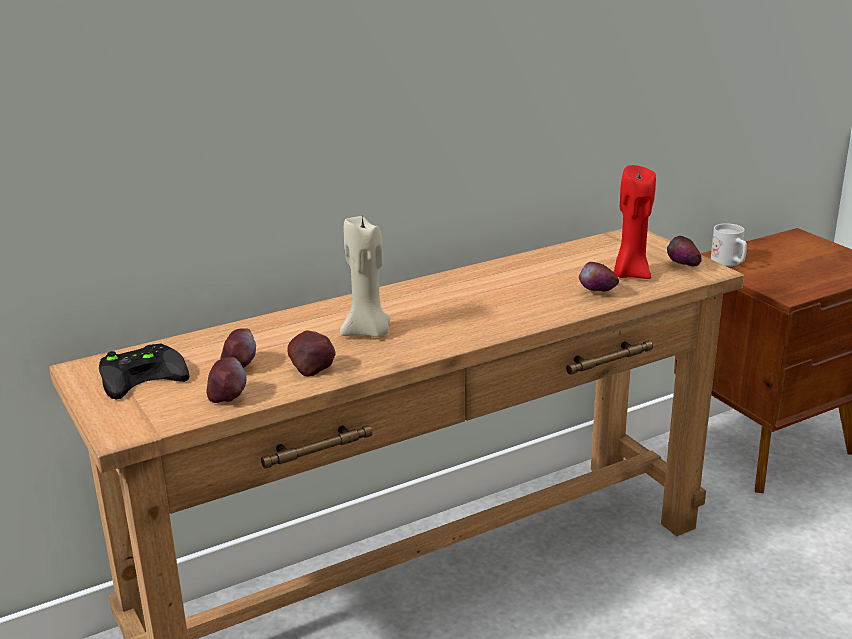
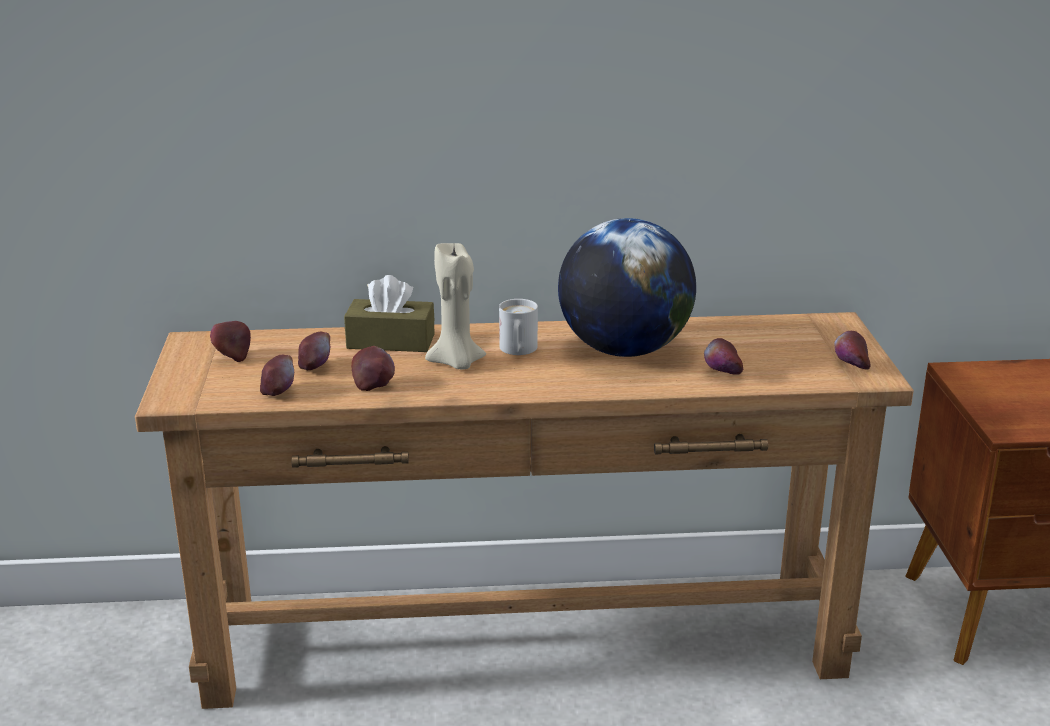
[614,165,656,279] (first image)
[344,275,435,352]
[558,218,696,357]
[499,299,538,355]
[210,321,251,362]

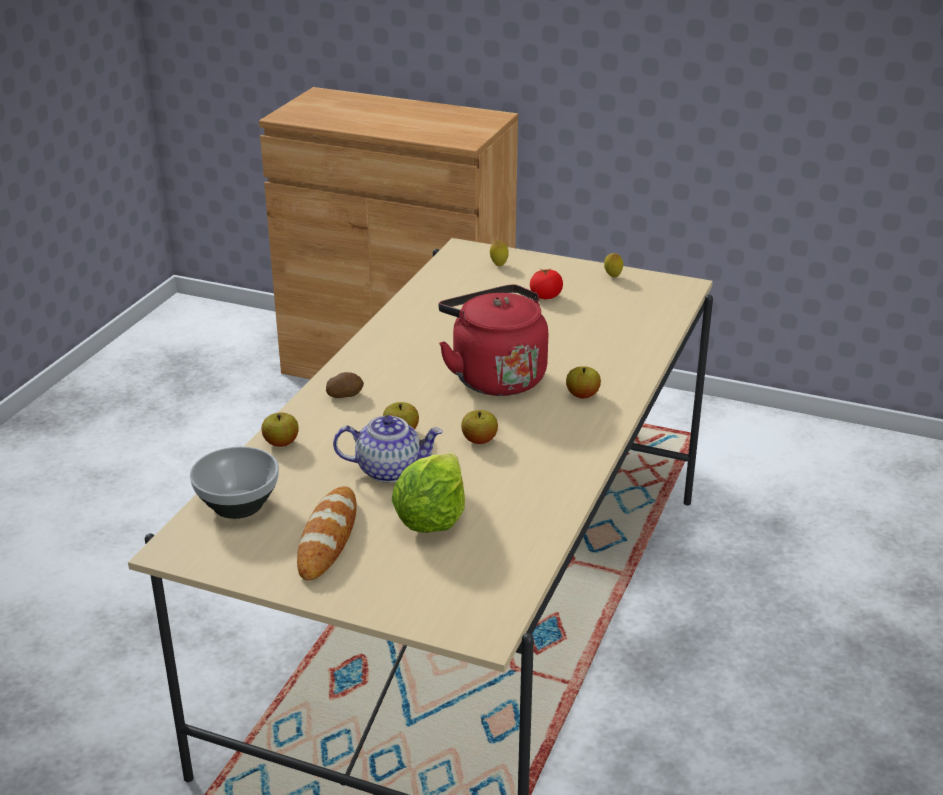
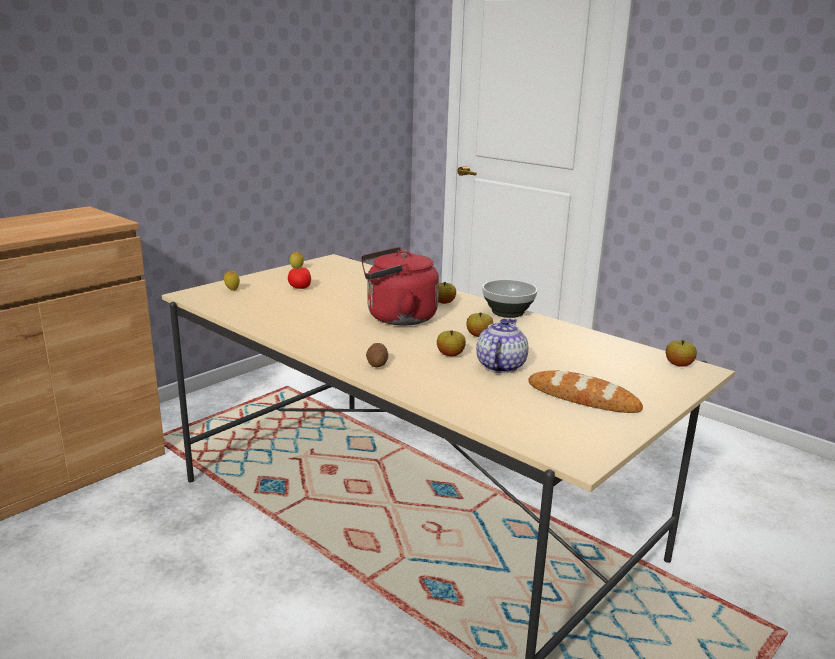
[391,453,465,533] (first image)
[482,280,538,318]
[666,340,697,367]

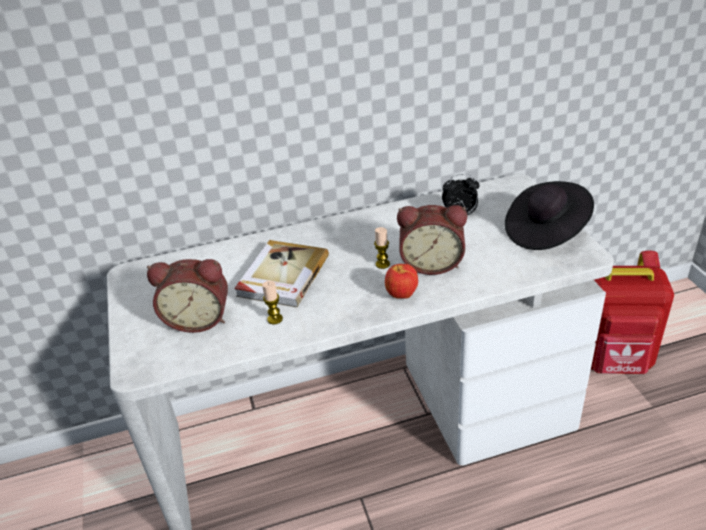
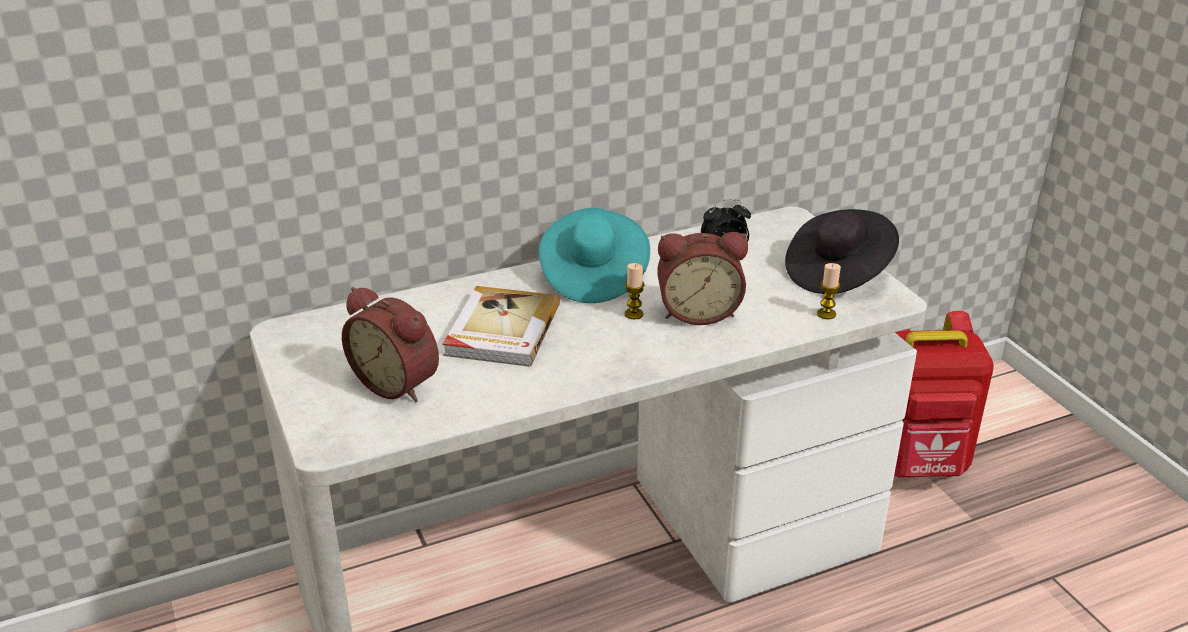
[385,264,418,298] (first image)
[539,208,650,303]
[817,263,841,319]
[342,287,439,402]

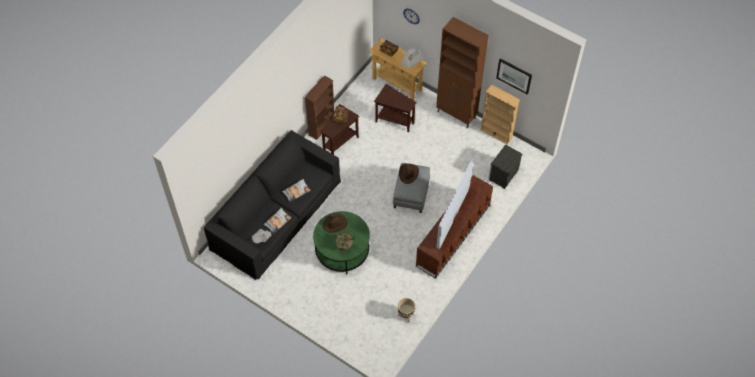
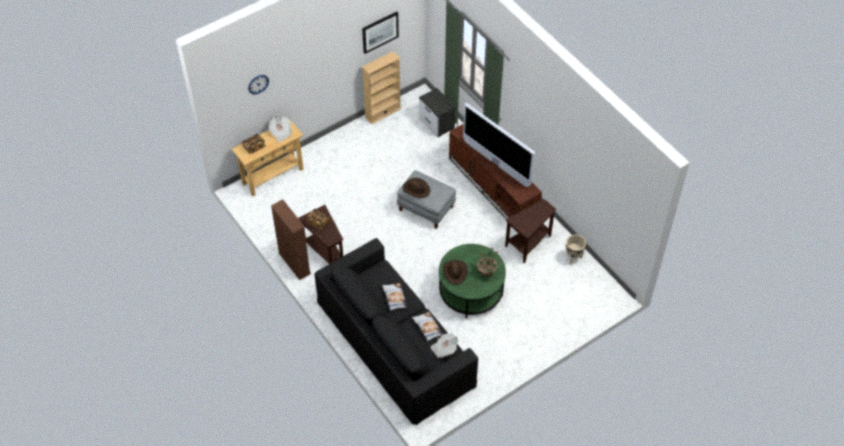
[436,17,489,129] (first image)
[505,199,556,263]

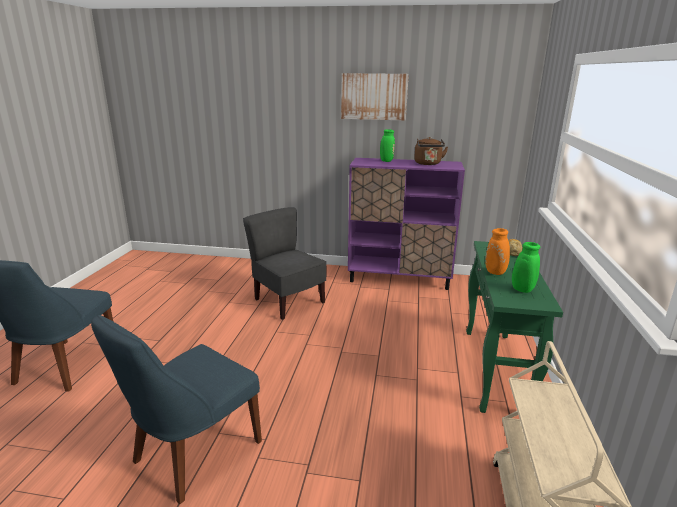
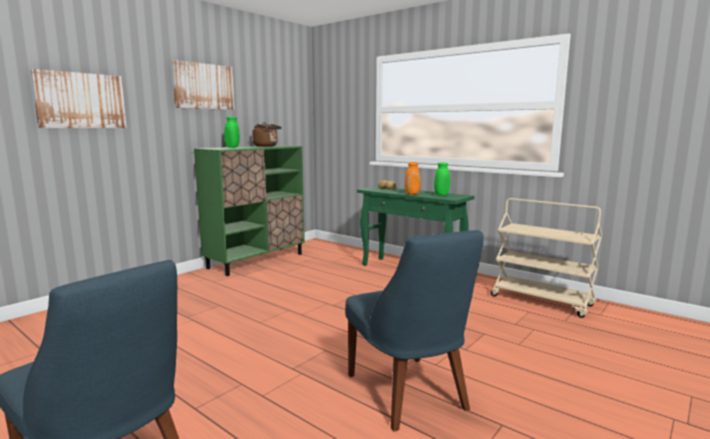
[243,207,327,320] (first image)
[30,69,127,128]
[194,145,305,276]

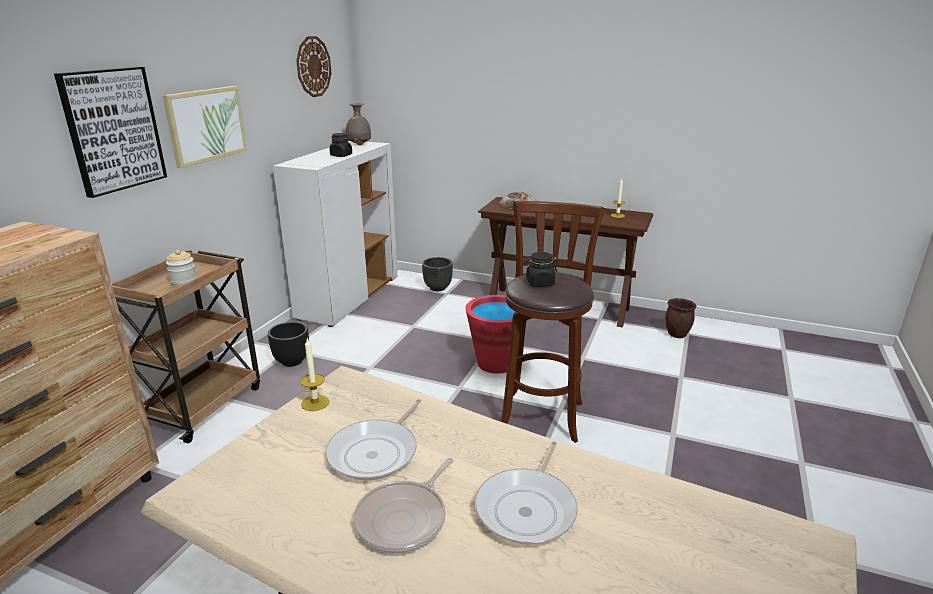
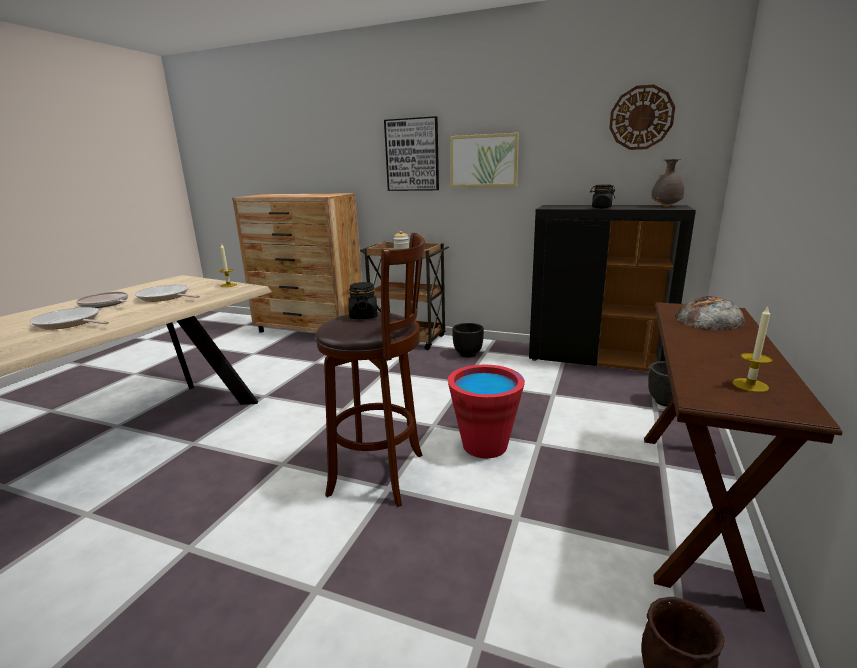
[529,205,696,371]

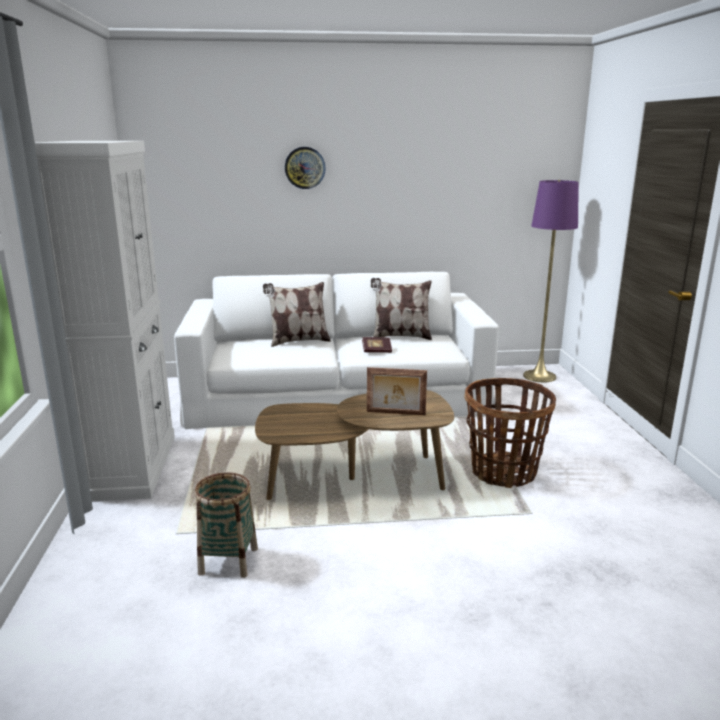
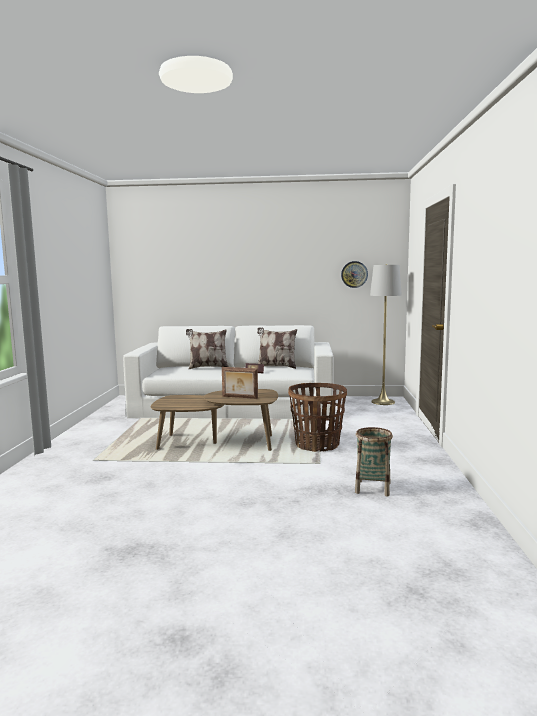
[35,141,175,501] (first image)
[355,427,393,496]
[341,261,368,288]
[370,264,402,405]

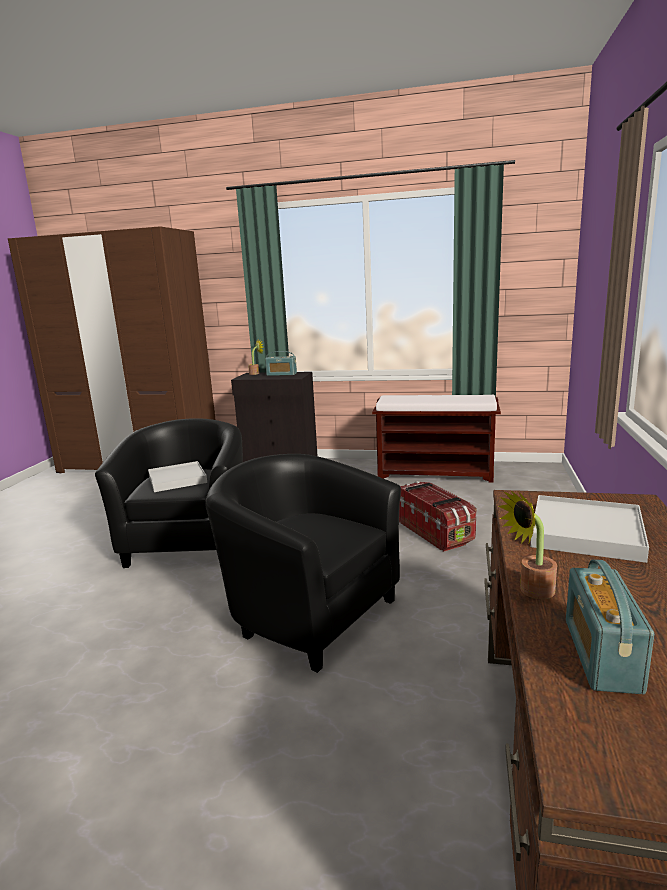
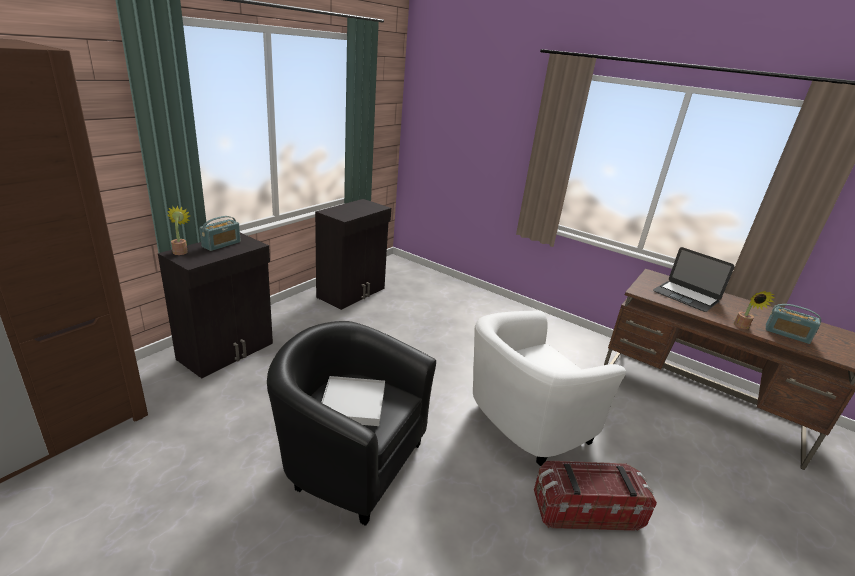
[534,461,657,531]
[315,199,391,310]
[653,247,735,312]
[473,310,626,466]

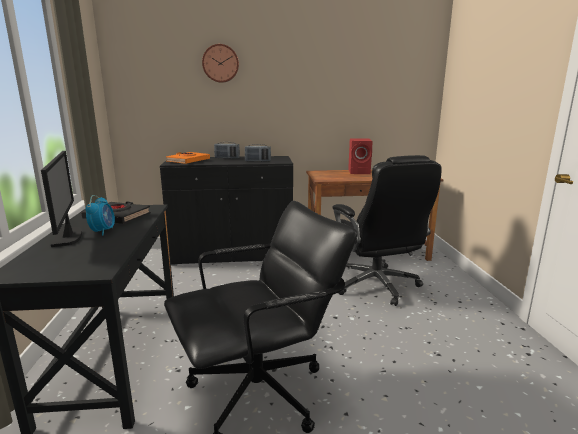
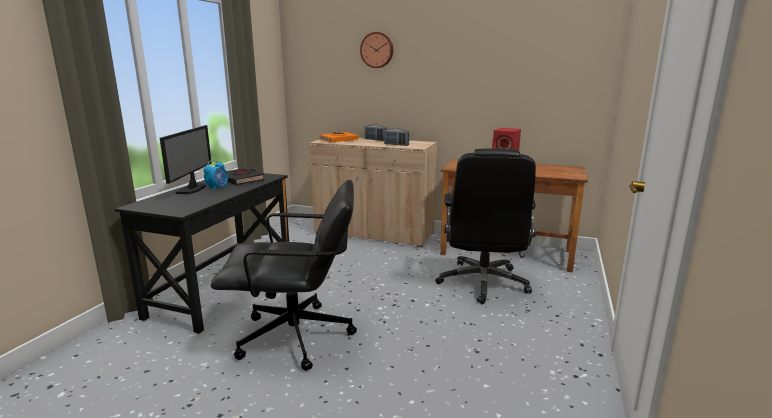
[310,138,437,247]

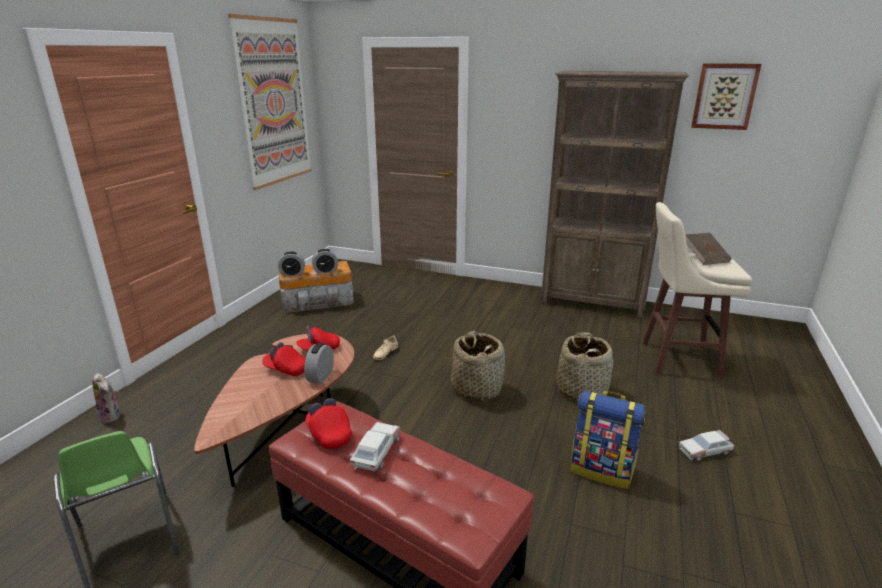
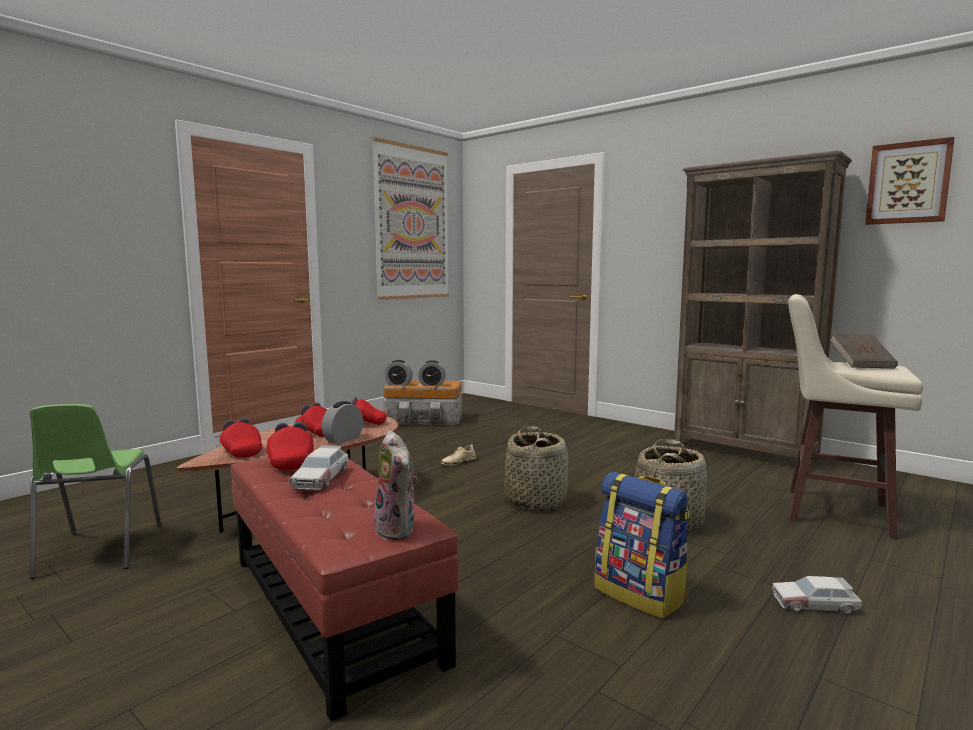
[219,418,262,458]
[374,430,419,540]
[289,445,348,490]

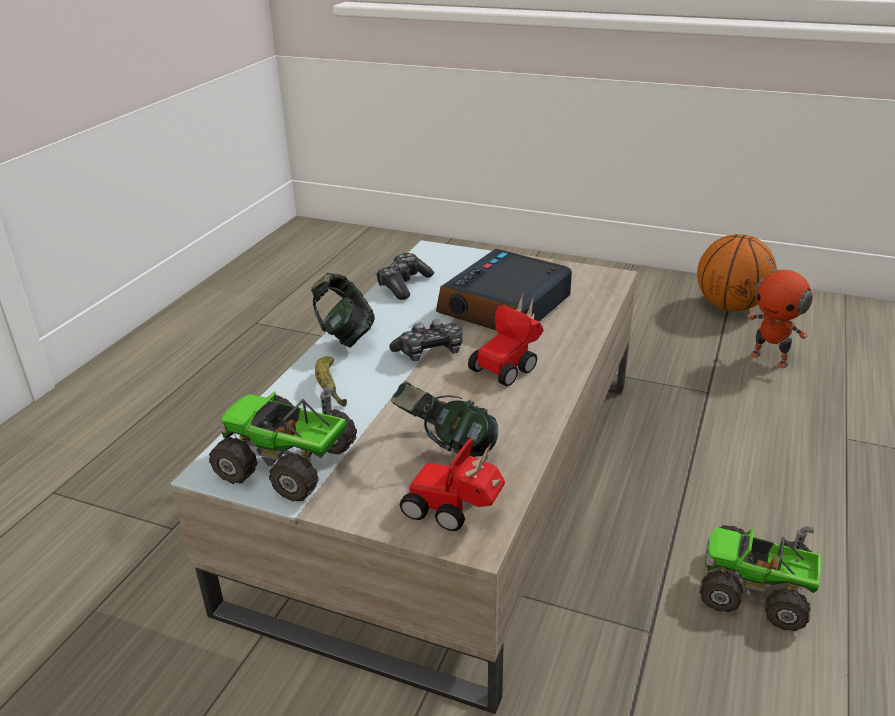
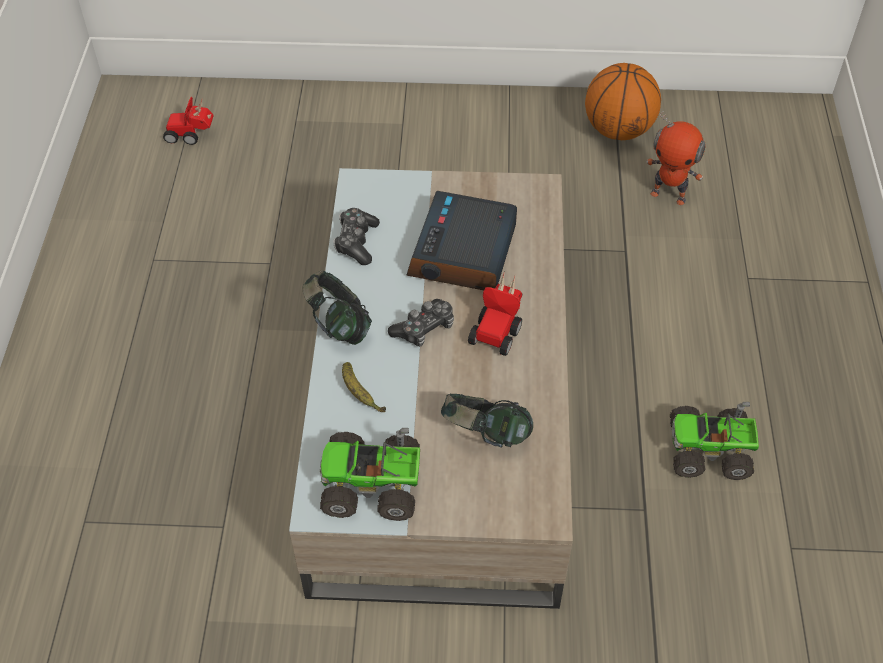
[163,96,214,145]

